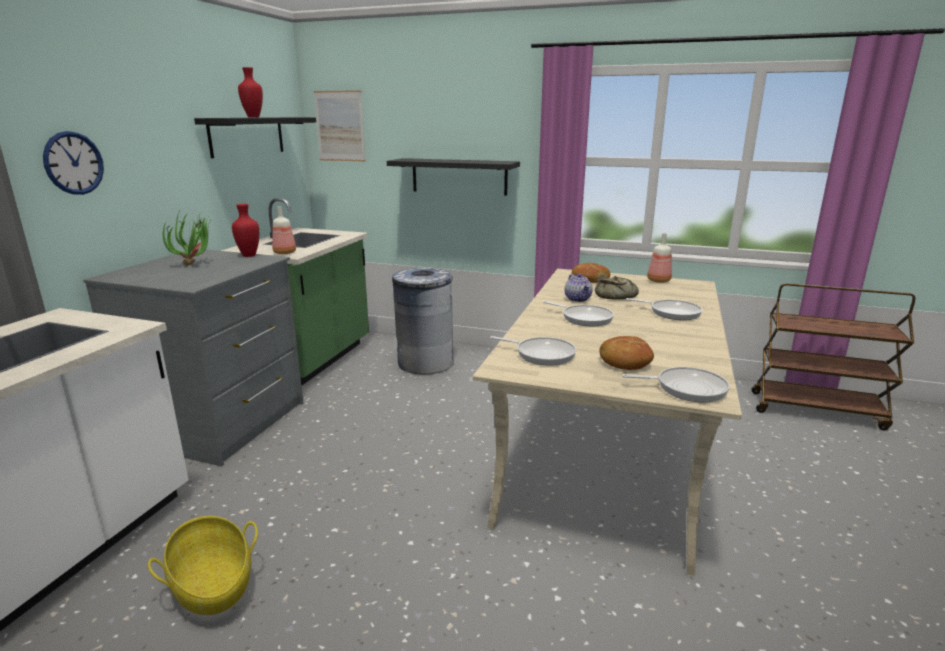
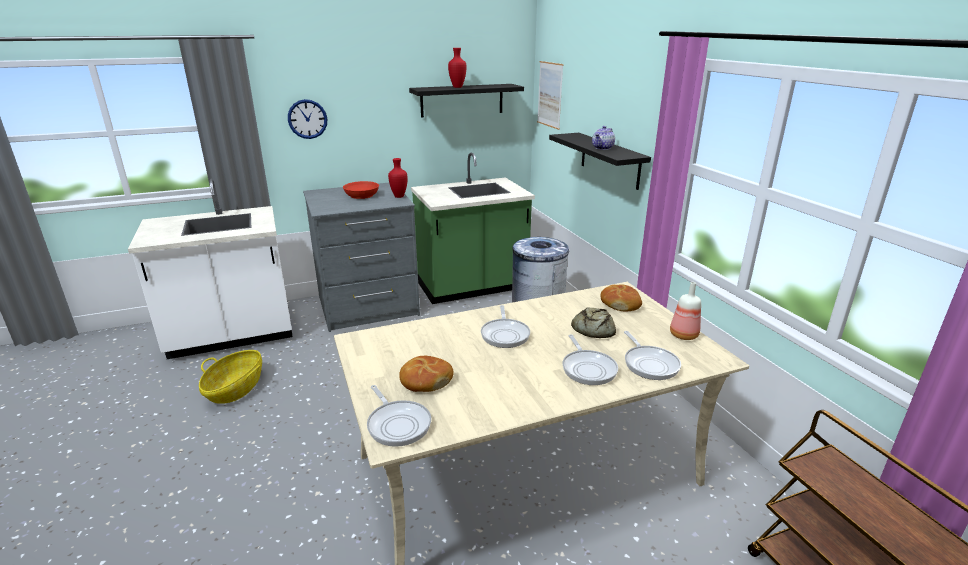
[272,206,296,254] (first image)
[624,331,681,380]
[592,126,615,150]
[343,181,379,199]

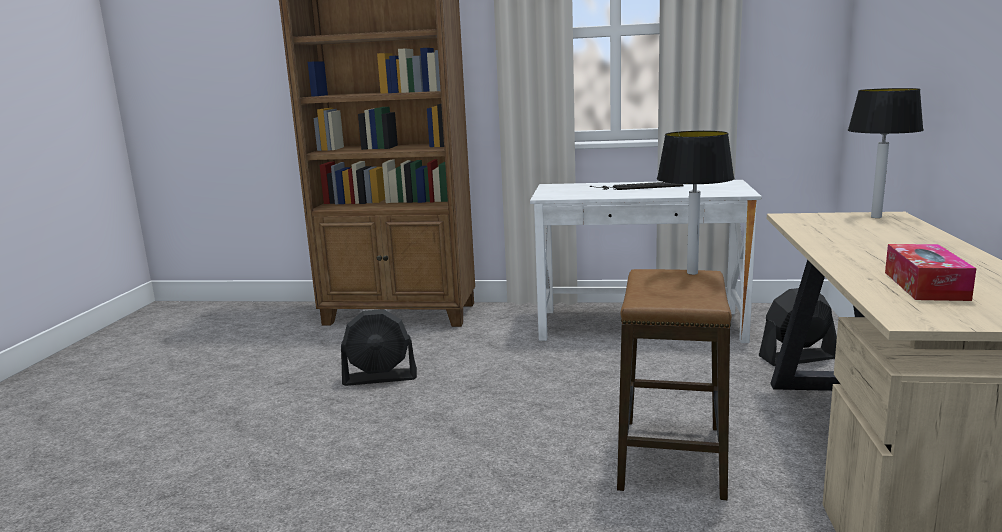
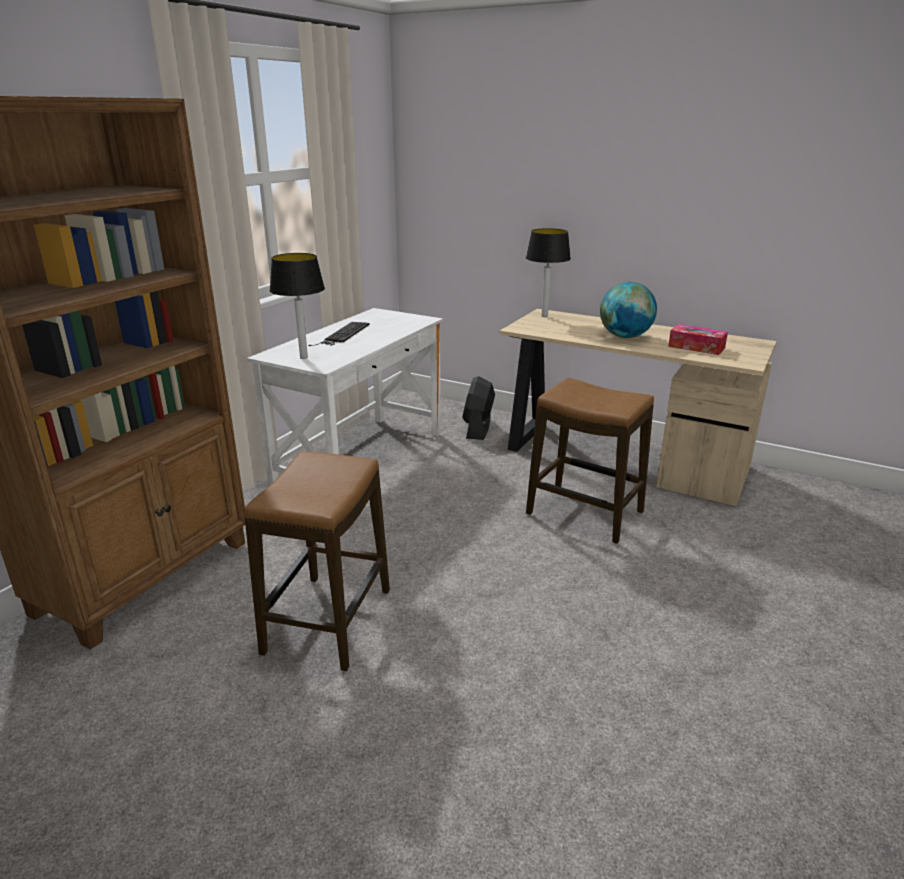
[600,282,657,338]
[270,253,325,359]
[244,451,390,671]

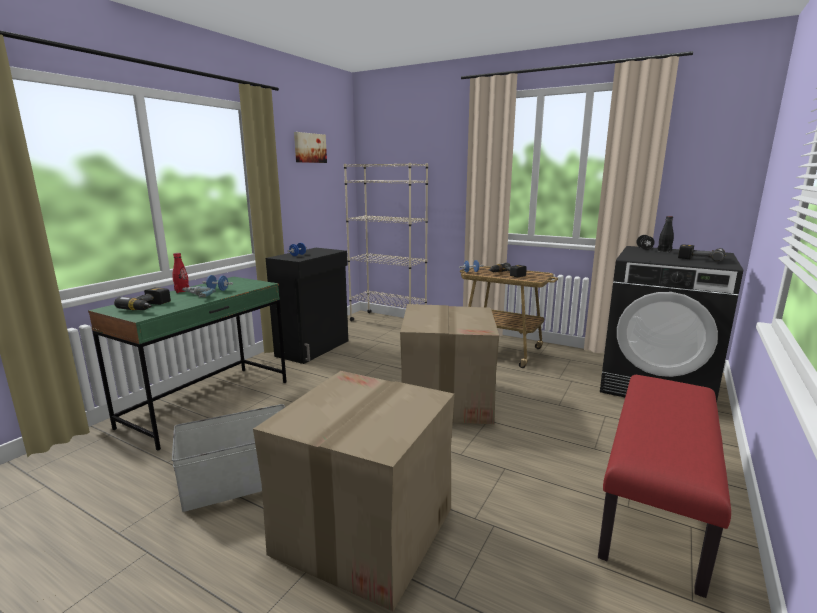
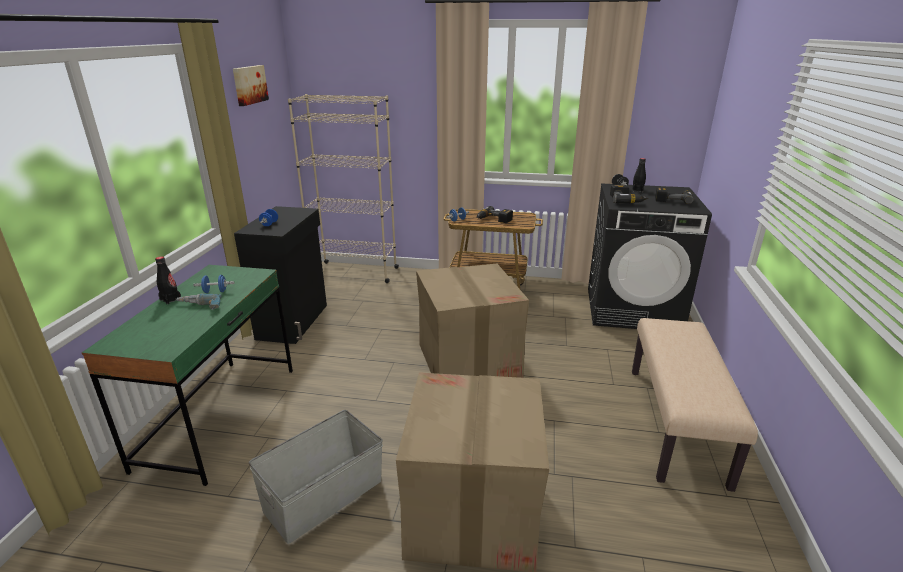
[610,185,648,203]
[155,256,181,304]
[632,318,758,492]

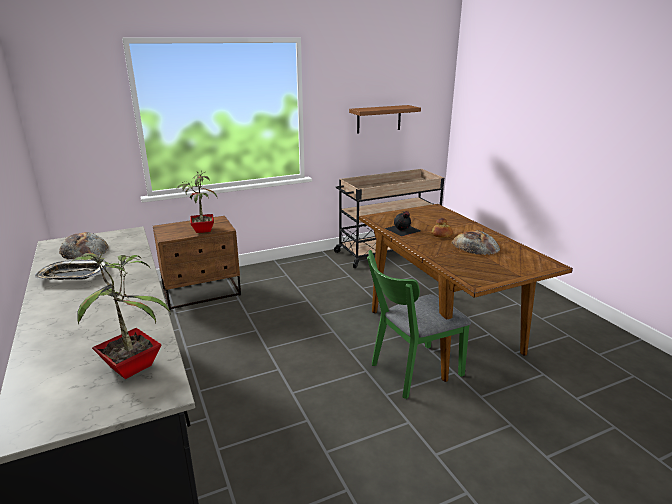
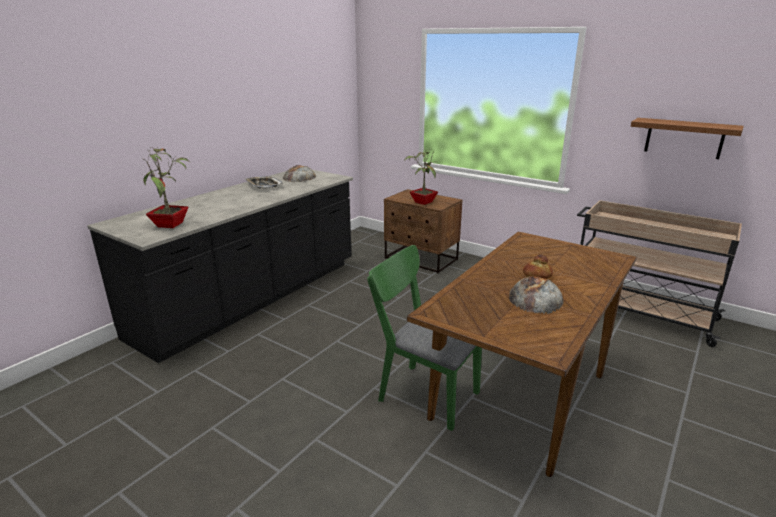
[385,211,420,236] (first image)

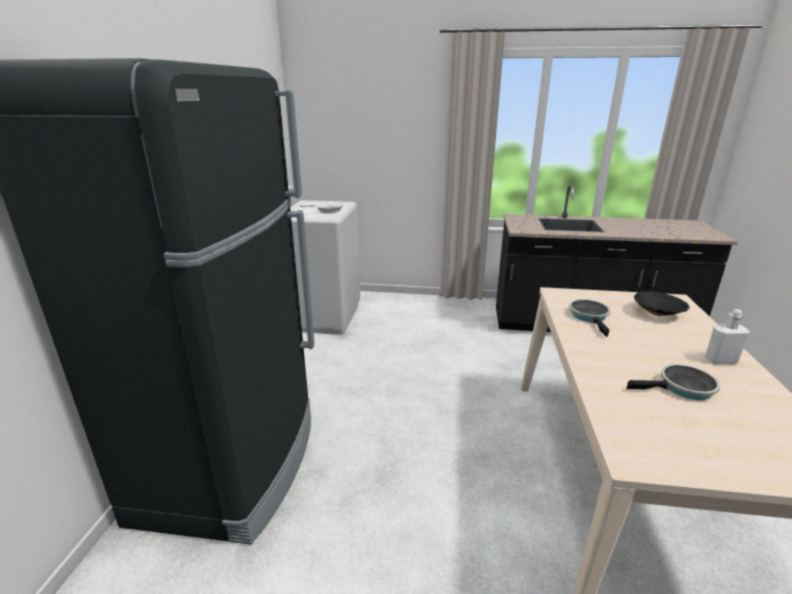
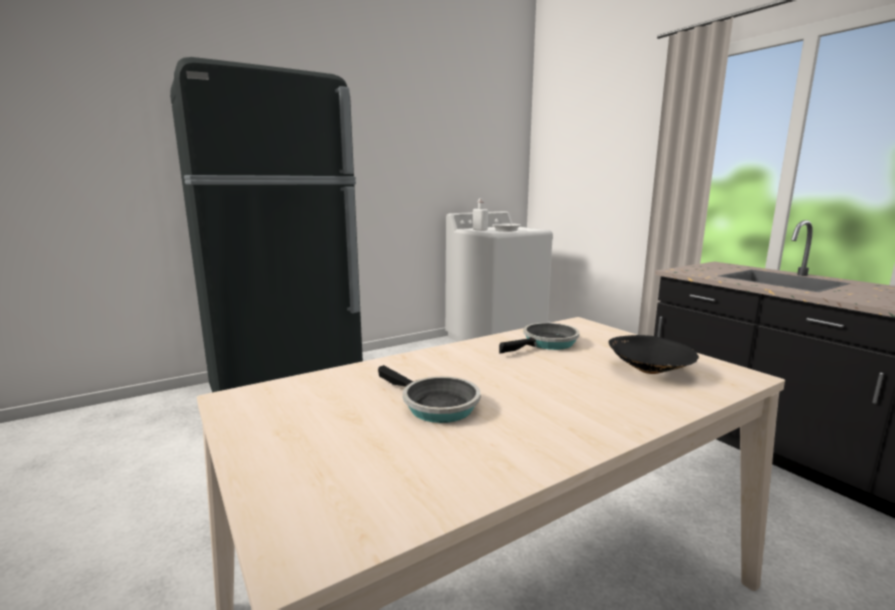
[473,198,488,231]

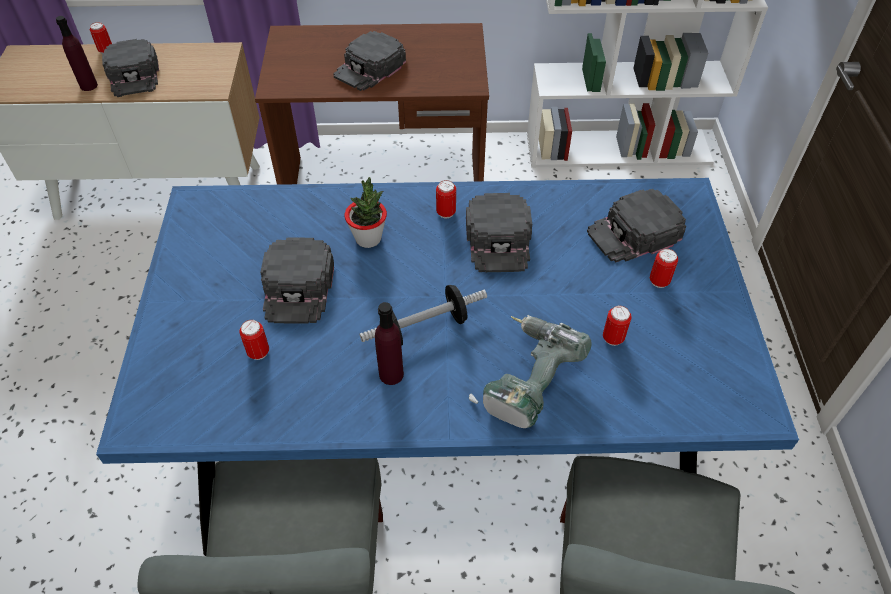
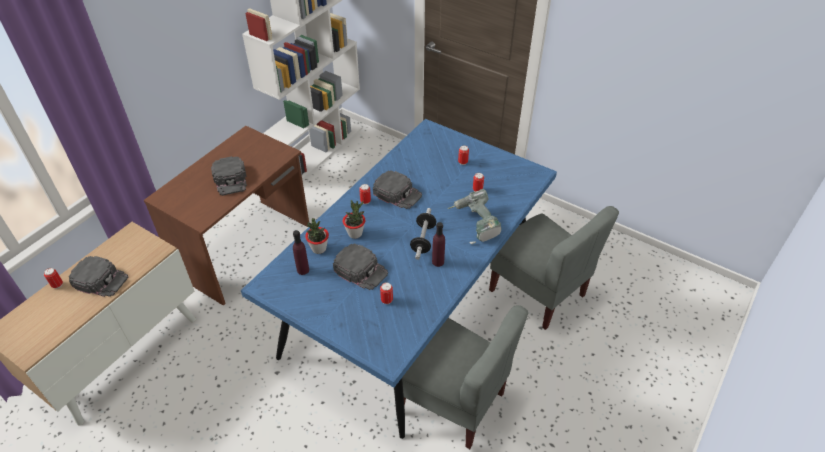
[587,189,686,262] (first image)
[305,218,329,254]
[293,230,309,275]

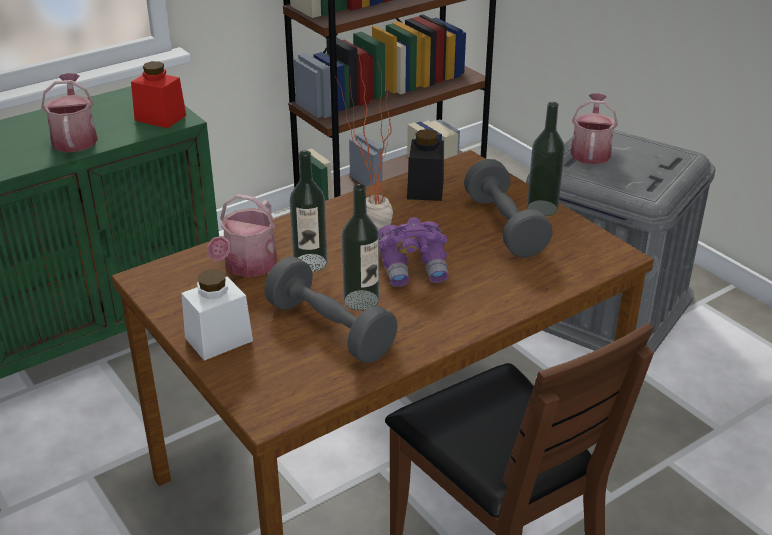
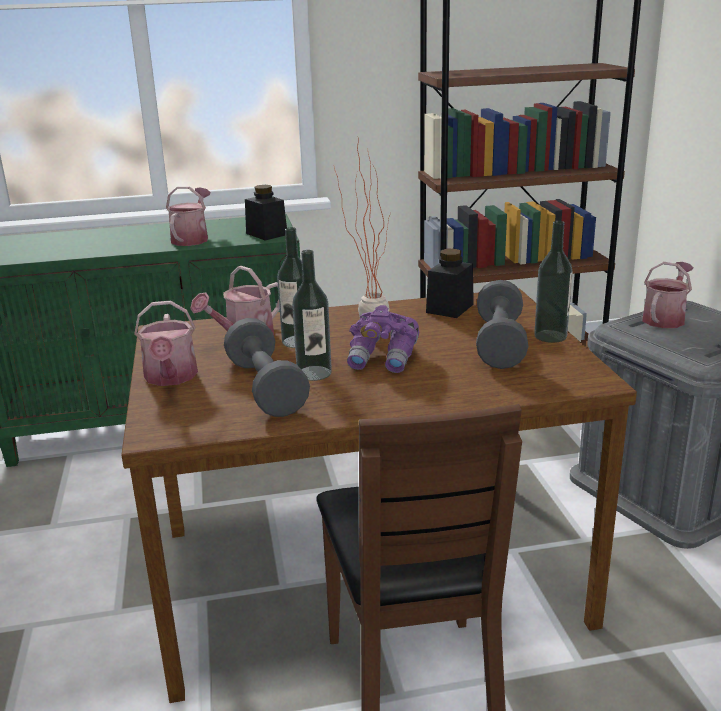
[134,301,198,386]
[245,185,287,240]

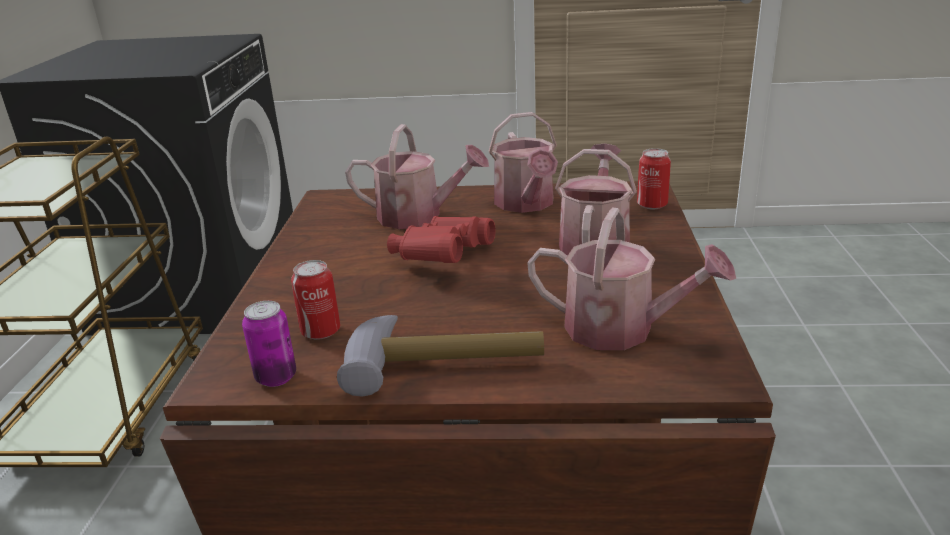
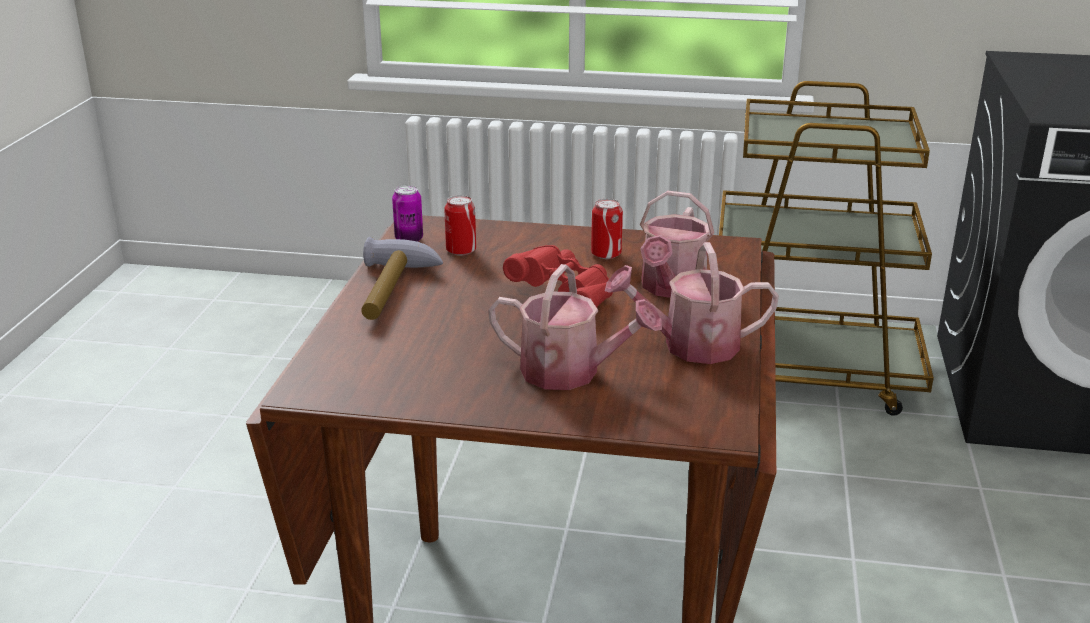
[527,208,736,350] (first image)
[591,198,623,259]

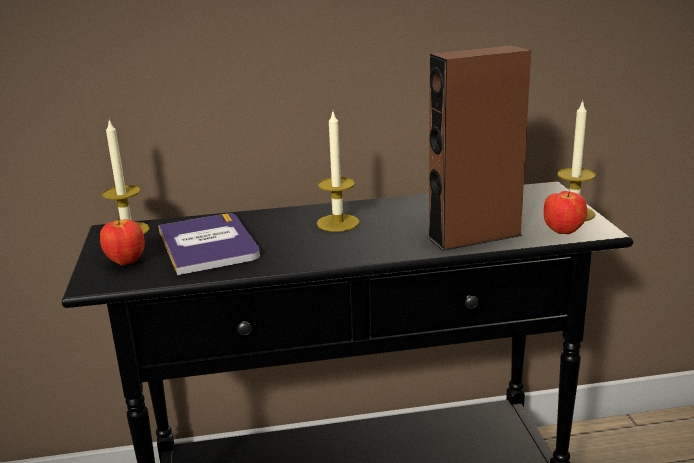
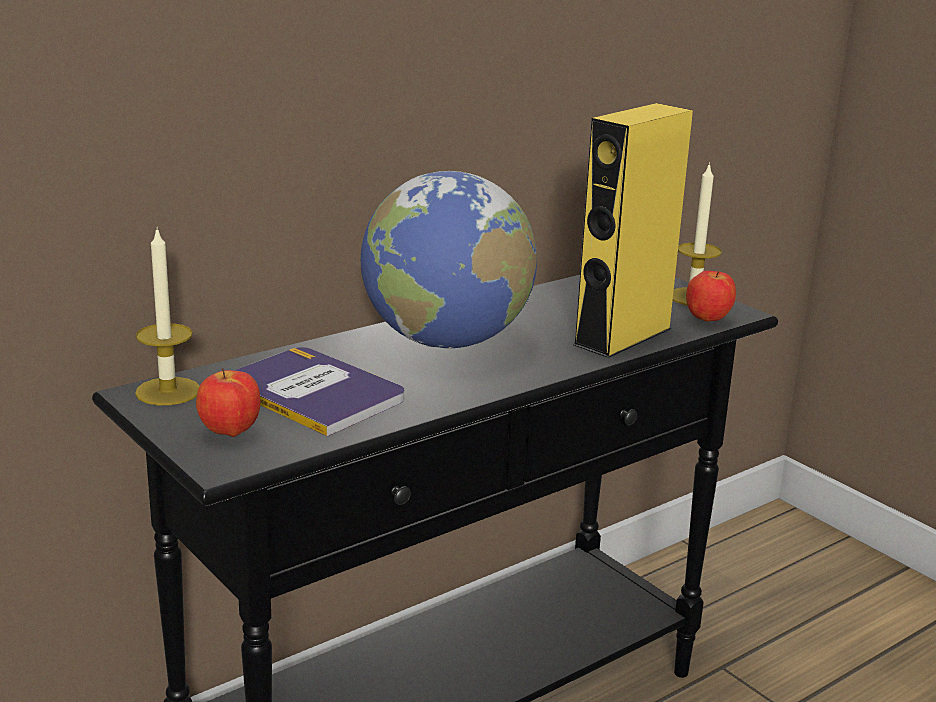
[361,171,537,348]
[573,103,693,358]

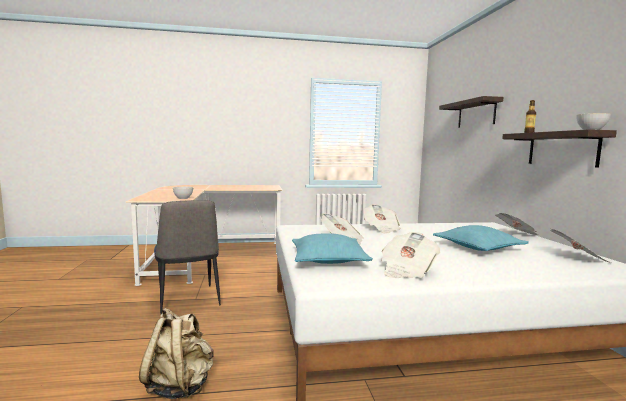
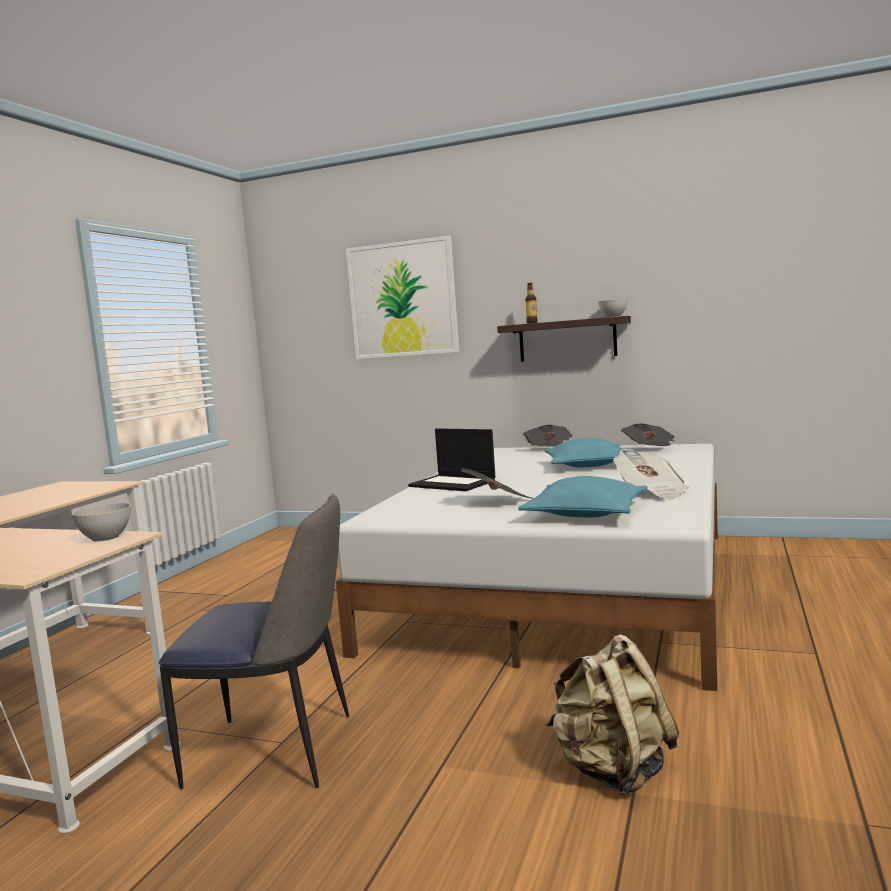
[408,428,496,491]
[346,236,459,359]

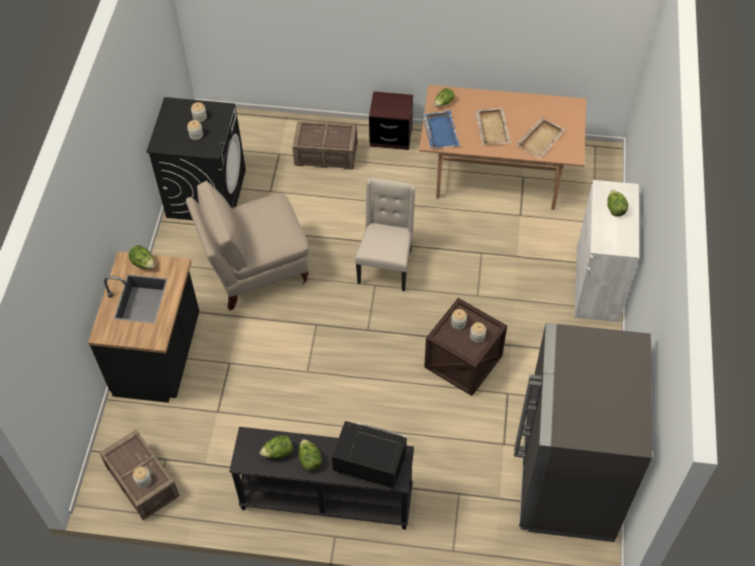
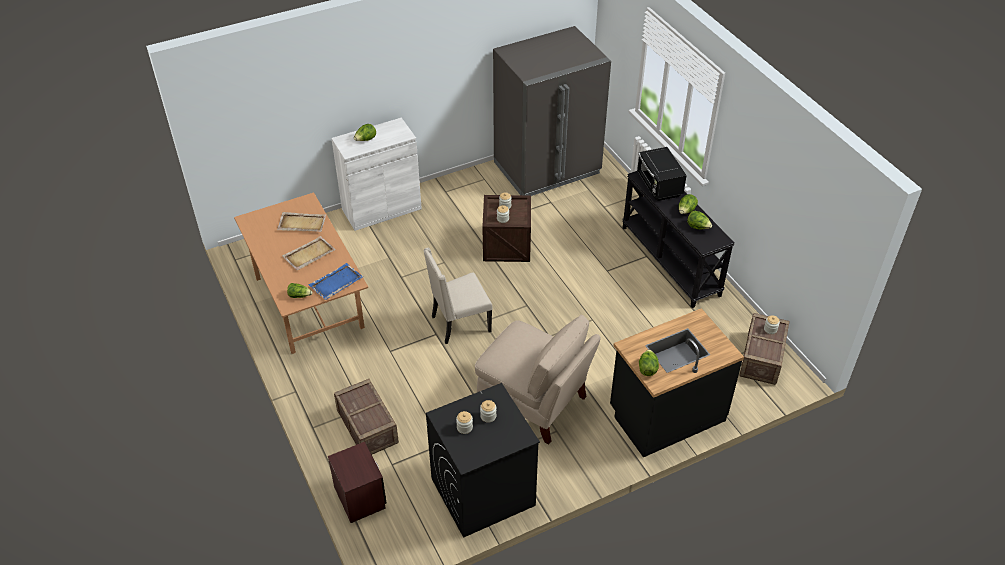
[328,442,386,523]

